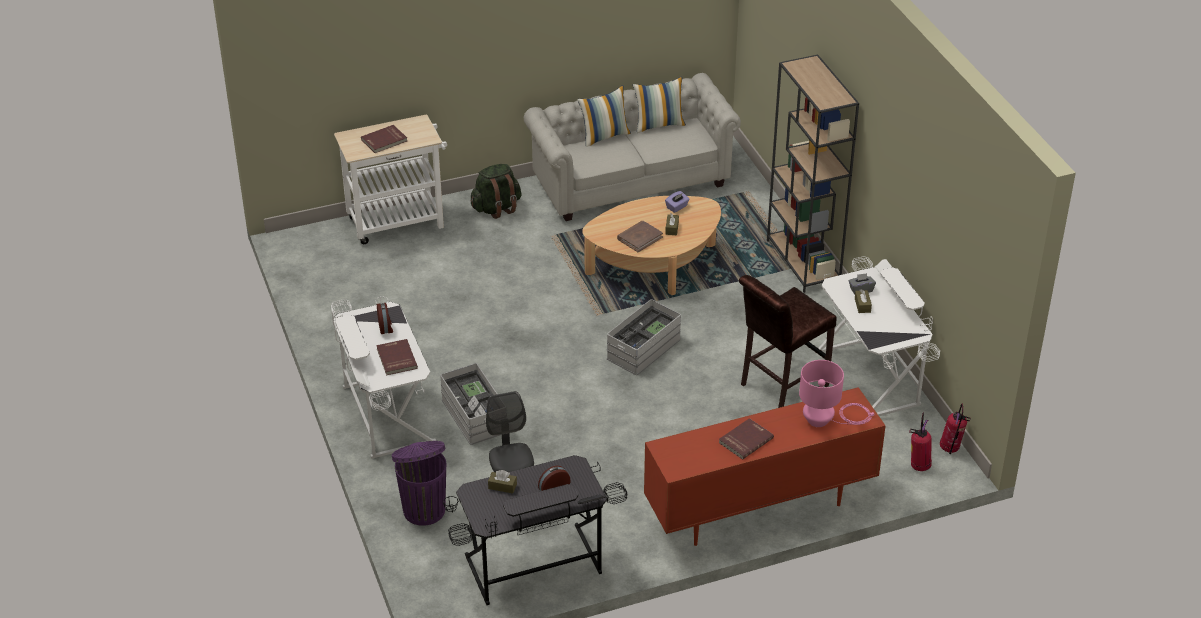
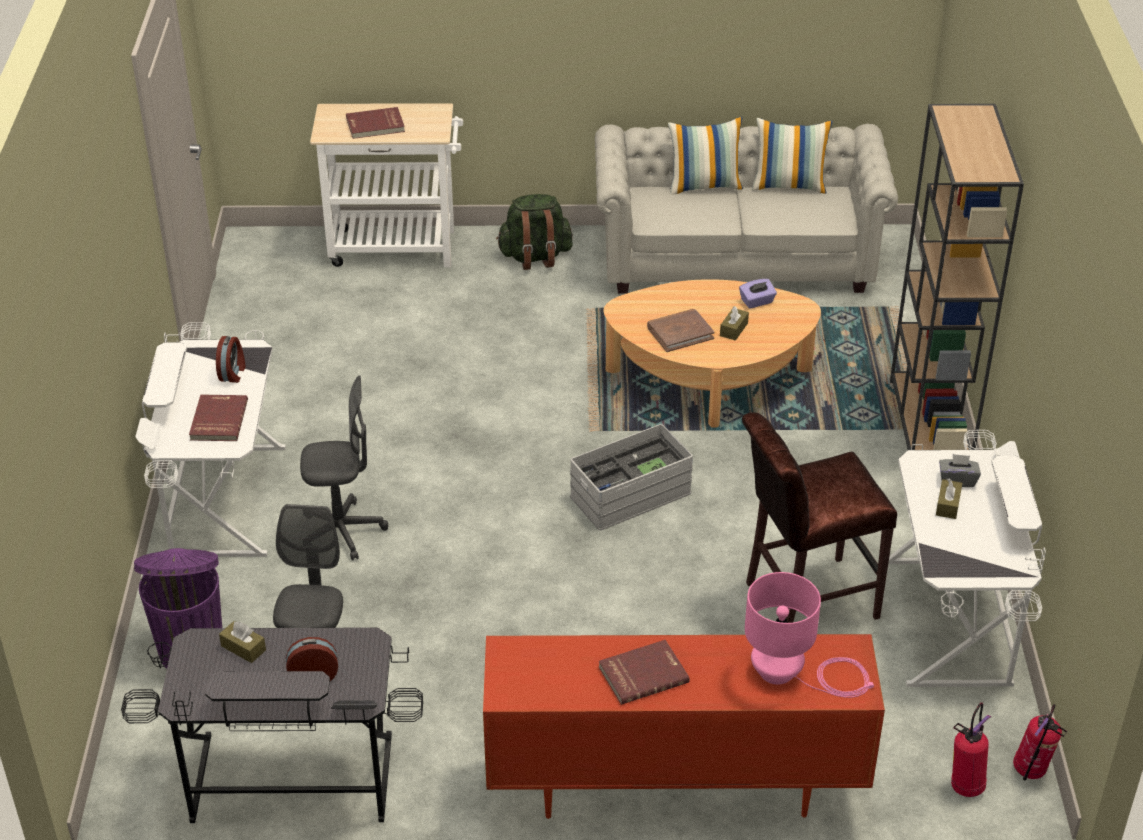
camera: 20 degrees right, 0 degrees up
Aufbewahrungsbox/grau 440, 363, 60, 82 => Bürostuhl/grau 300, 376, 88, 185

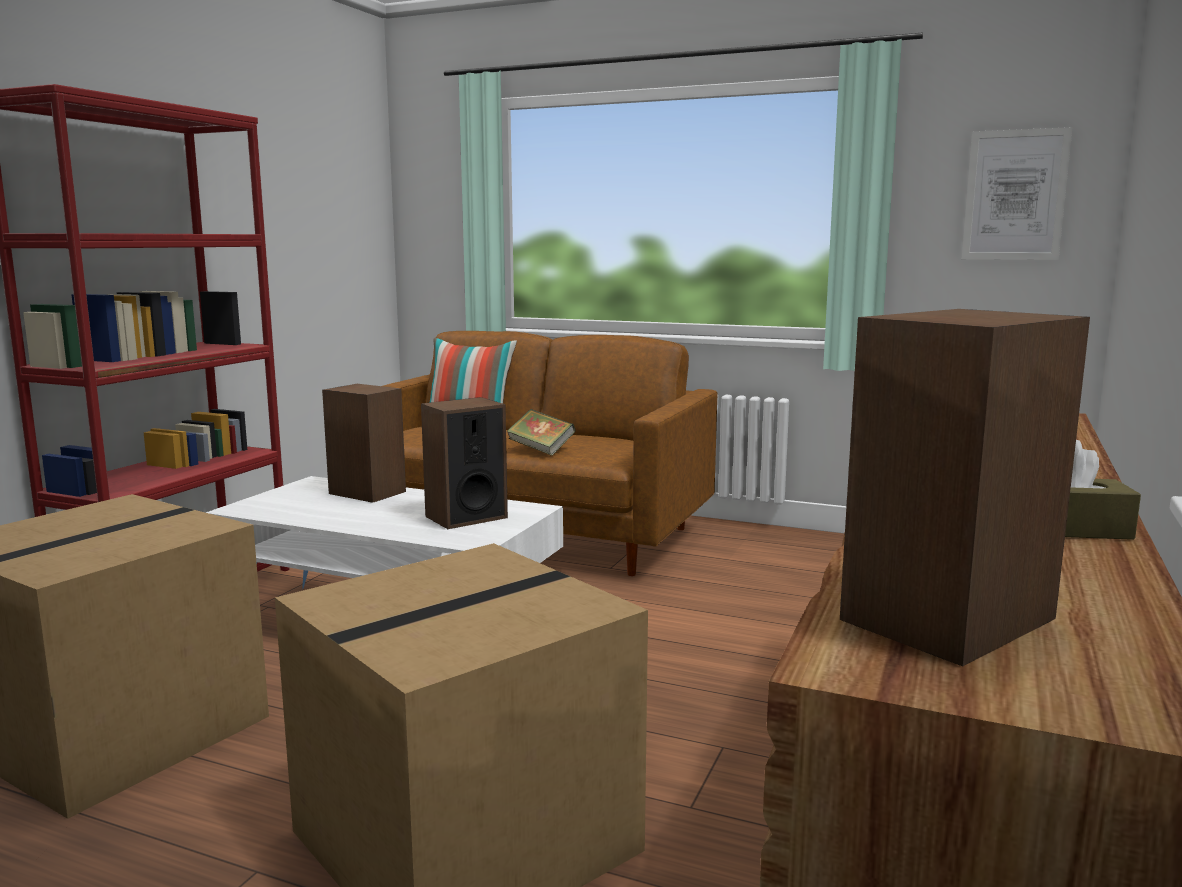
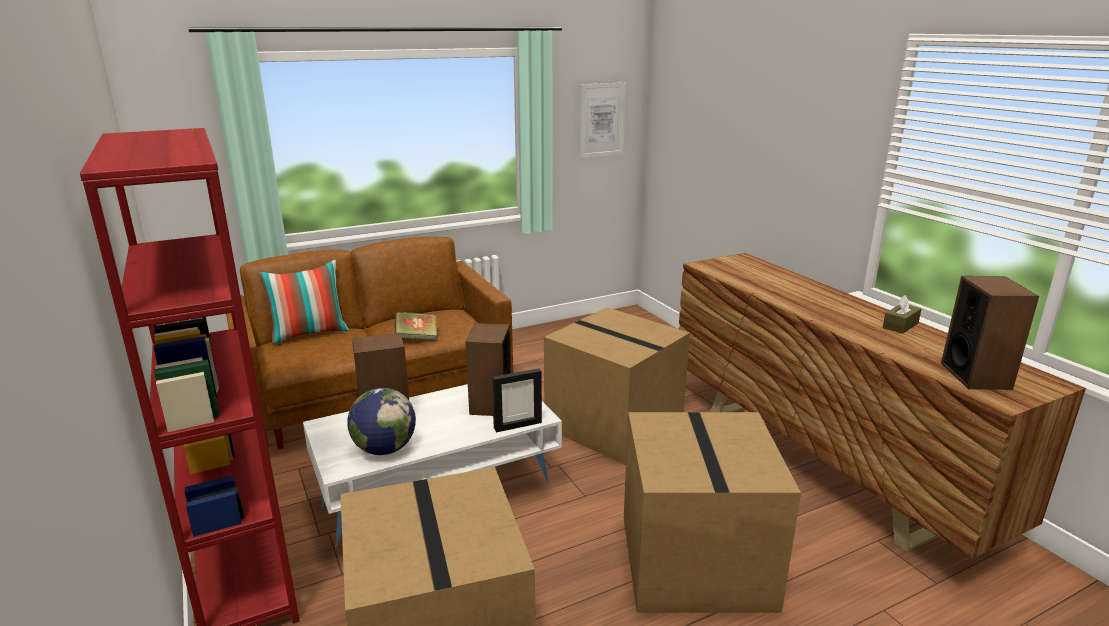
camera: 50 degrees left, 10 degrees up
nothing => Globus 347, 388, 69, 67
nothing => Bilderrahmen 493, 368, 49, 65
nothing => Karton 544, 307, 146, 158

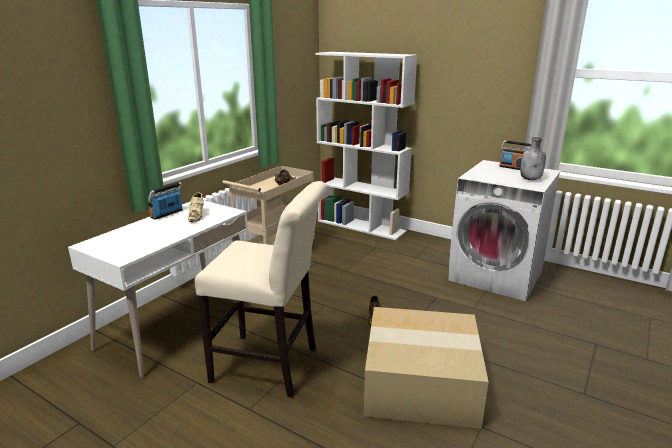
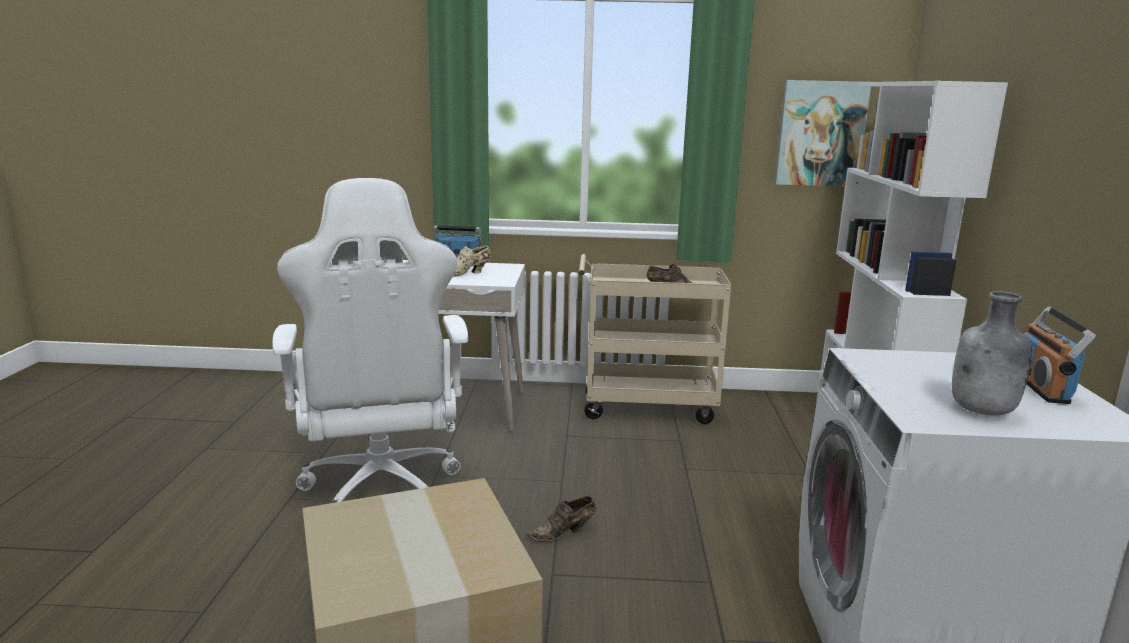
camera: 60 degrees right, 5 degrees down
Hocker/beige 195, 181, 132, 217 => Bürostuhl/weiß 272, 178, 196, 325
nothing => Bild 775, 80, 96, 107

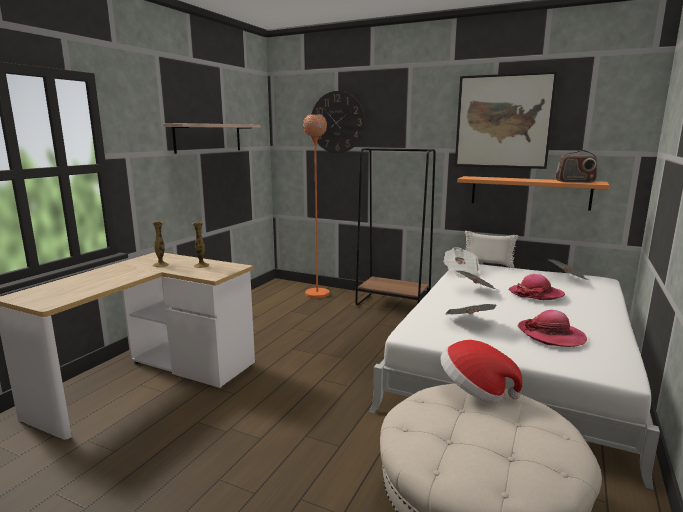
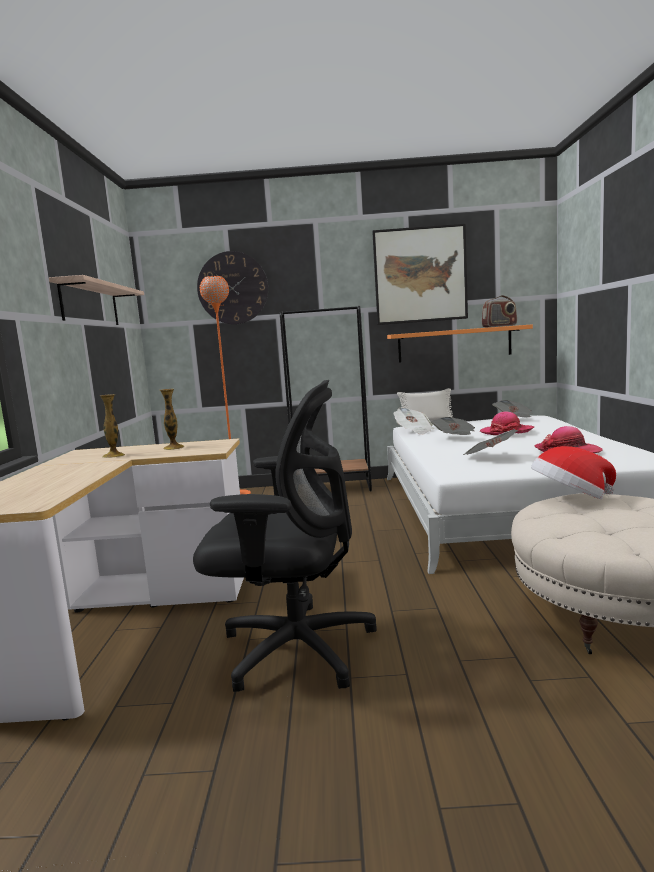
camera: 25 degrees left, 5 degrees down
nothing => Bürostuhl/schwarz 193, 380, 184, 312

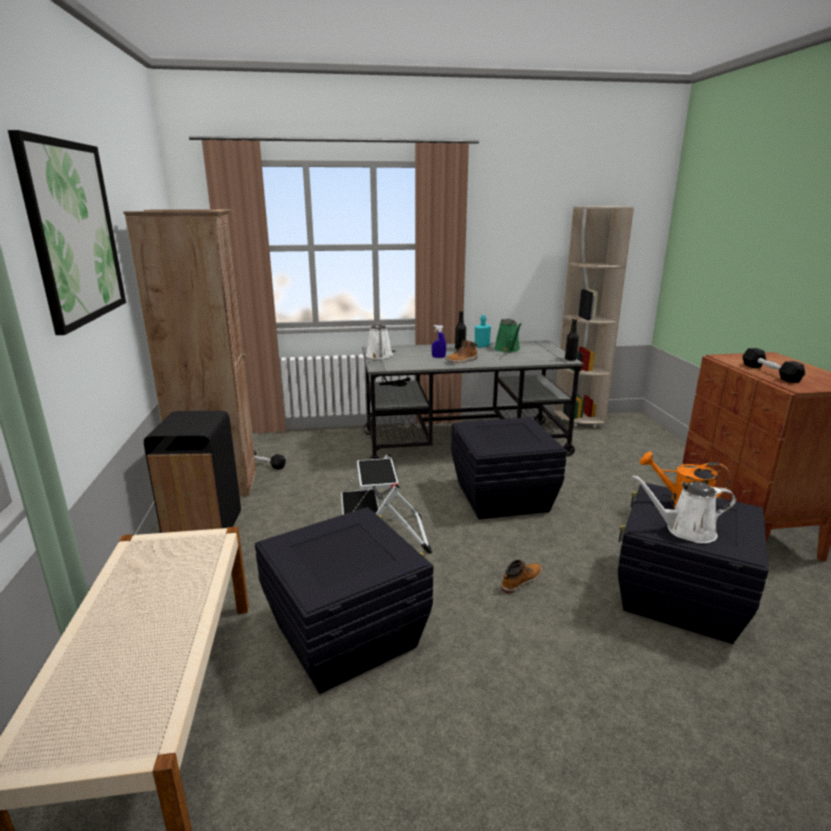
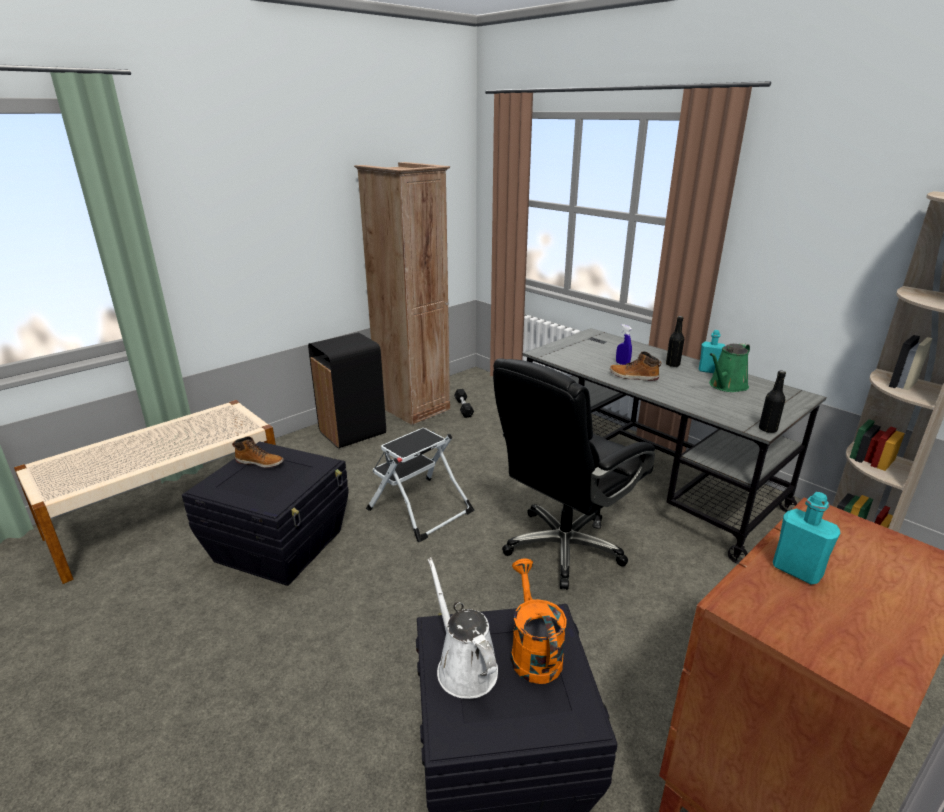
camera: 55 degrees right, 5 degrees up
Stiefel 501, 559, 41, 35 => Stiefel 232, 436, 52, 32, shifted
Aufbewahrungsbox/schwarz 451, 417, 116, 102 => Bürostuhl/schwarz 493, 358, 162, 232
Hantel/schwarz 742, 348, 64, 35 => Flasche/türkis 773, 492, 67, 92
Bild 8, 130, 118, 205 => nothing
Gießkanne/weiß 366, 324, 27, 35 => nothing

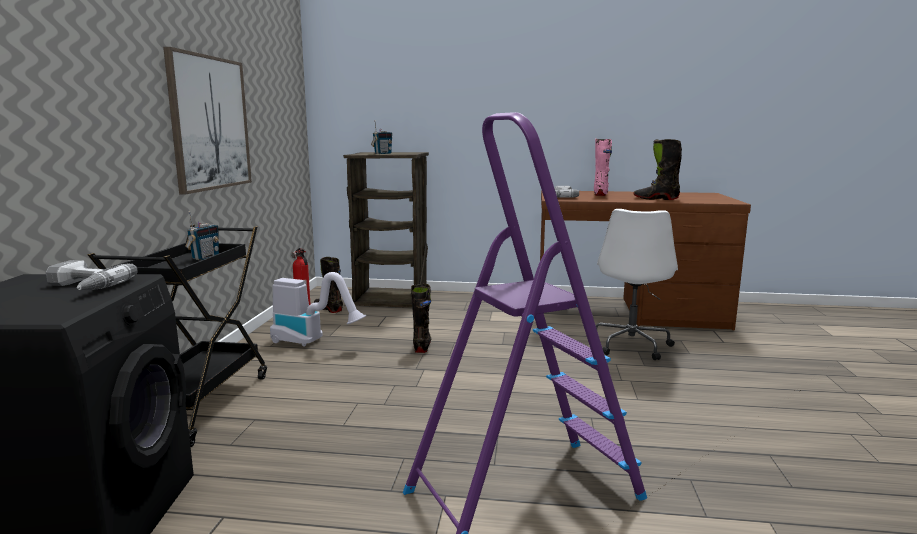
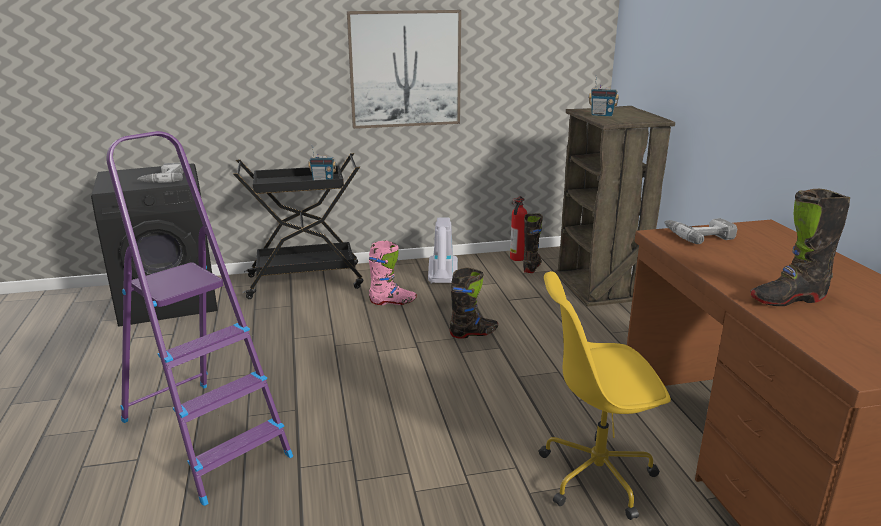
camera: 70 degrees right, 10 degrees up
Stiefel/rosa 594, 138, 18, 58 => Stiefel/rosa 369, 241, 48, 64, shifted
Bürostuhl/weiß 596, 209, 82, 151 => Bürostuhl/gelb 538, 271, 133, 249
Stiefel/schwarz 633, 139, 49, 61 => Stiefel/schwarz 750, 189, 100, 117, 90 degrees counterclockwise

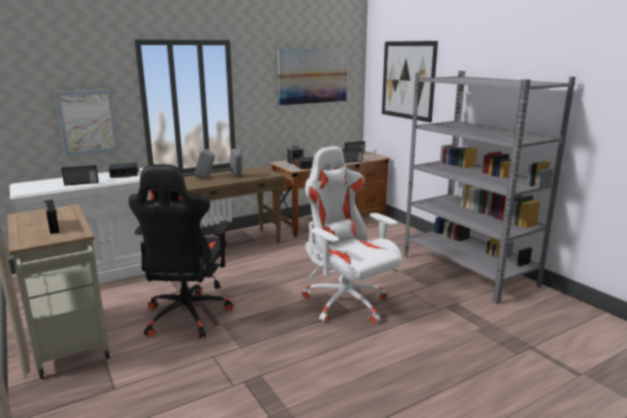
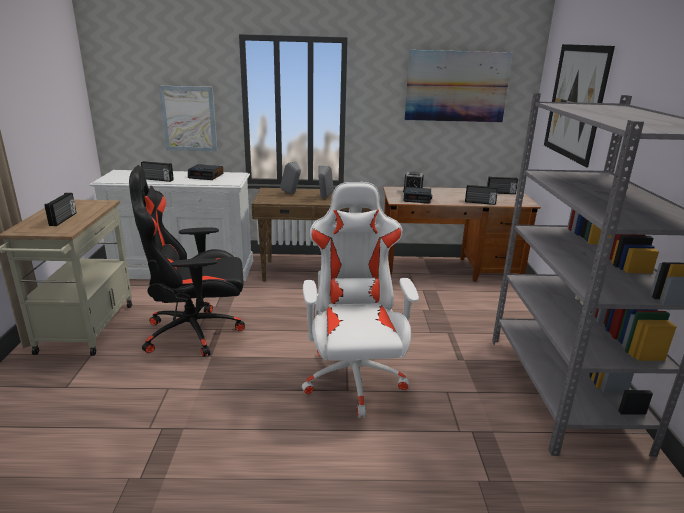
camera: 30 degrees right, 5 degrees up
Bürostuhl/schwarz 129, 164, 104, 175 => Bürostuhl/schwarz 129, 165, 116, 192, 45 degrees clockwise

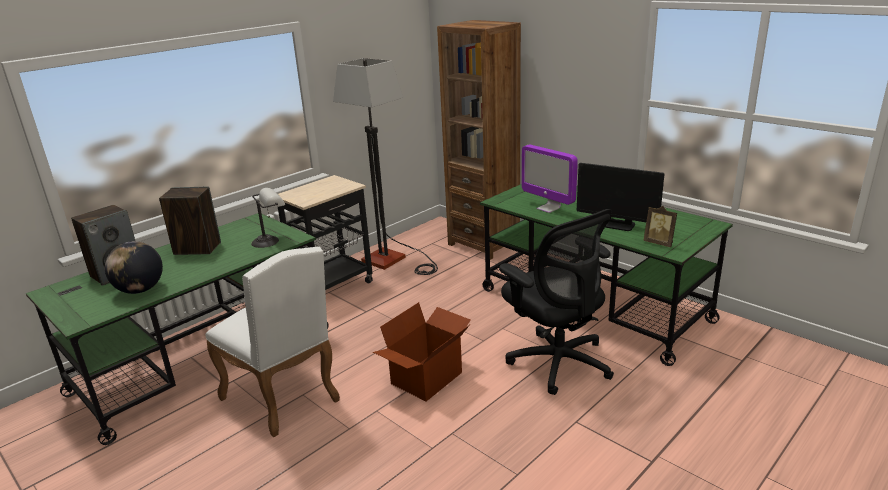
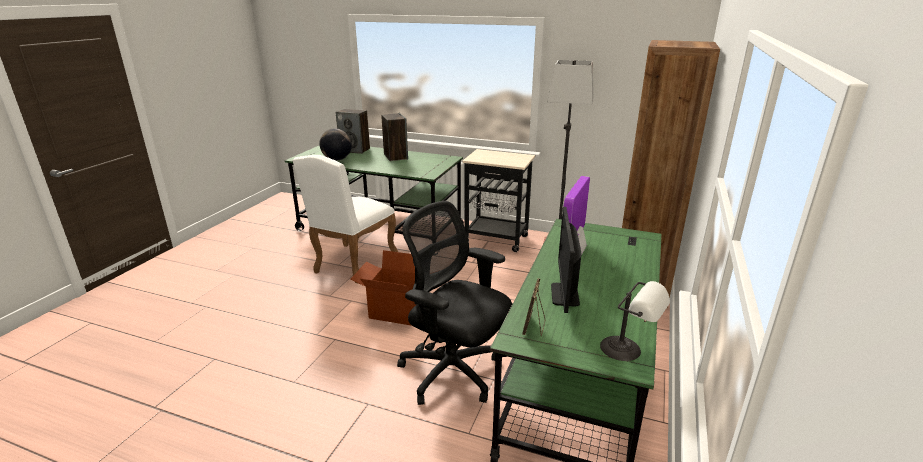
camera: 65 degrees right, 0 degrees up
Bürostuhl/schwarz 499, 209, 115, 186 => Bürostuhl/schwarz 397, 201, 115, 204, 90 degrees clockwise
Tischlampe 251, 188, 34, 60 => Tischlampe 600, 281, 70, 80, shifted

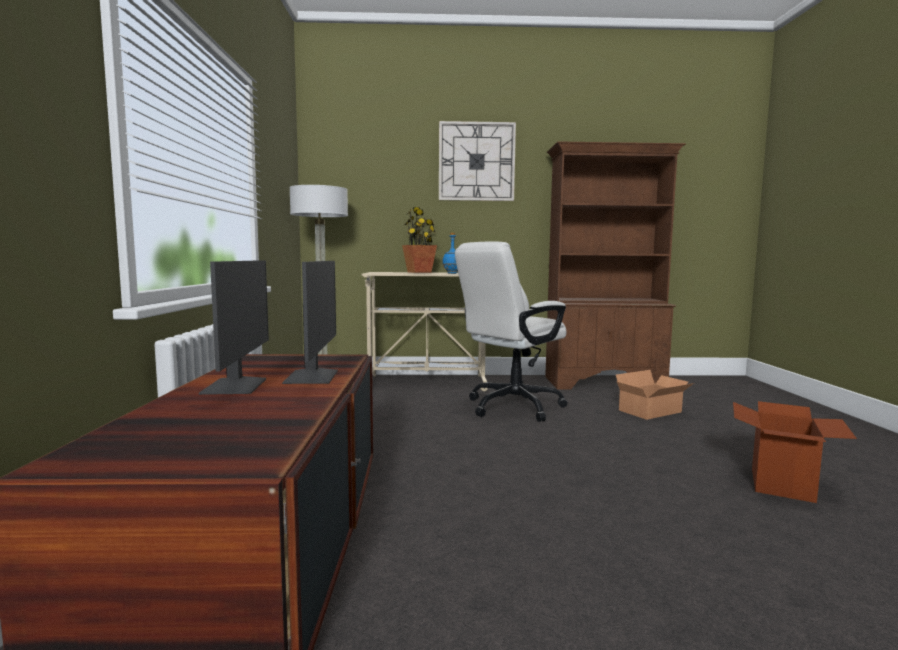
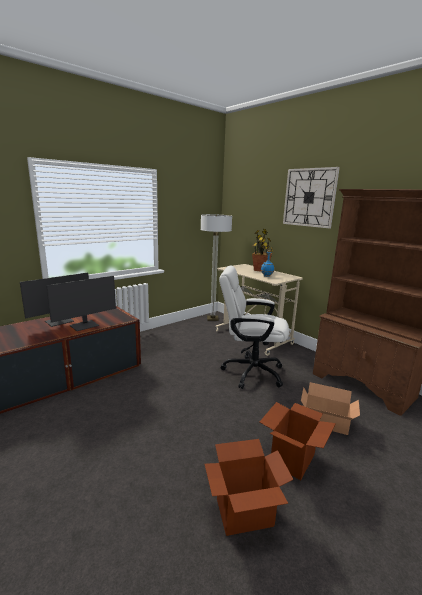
camera: 50 degrees right, 10 degrees up
nothing => Karton 260, 402, 76, 78

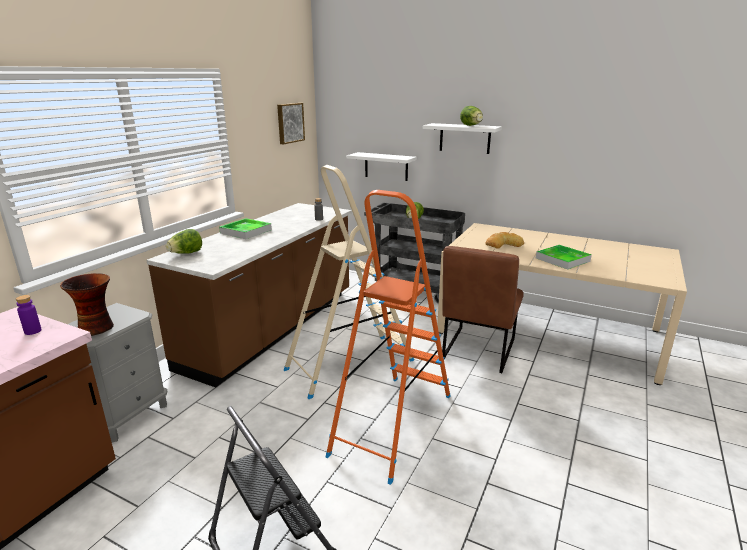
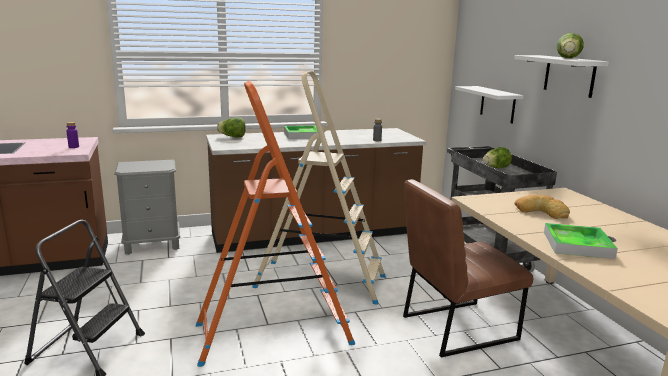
camera: 45 degrees right, 5 degrees down
Vase 60, 273, 54, 63 => nothing
Bild 277, 103, 28, 41 => nothing

